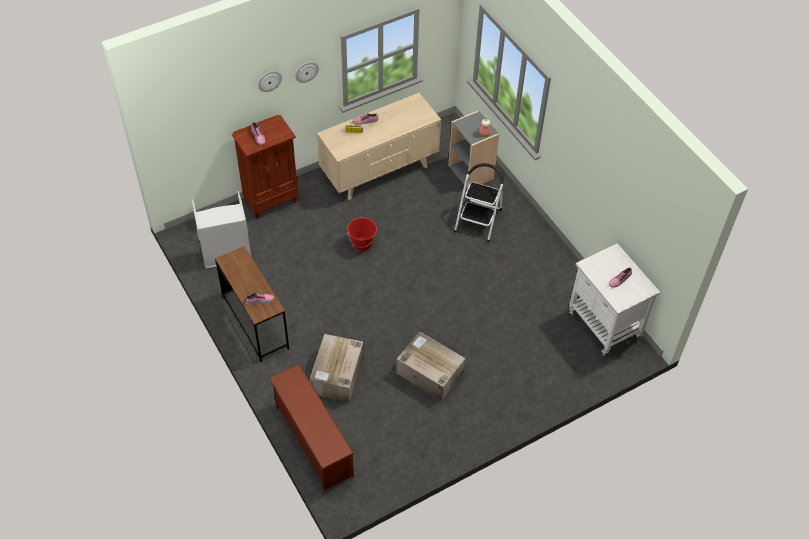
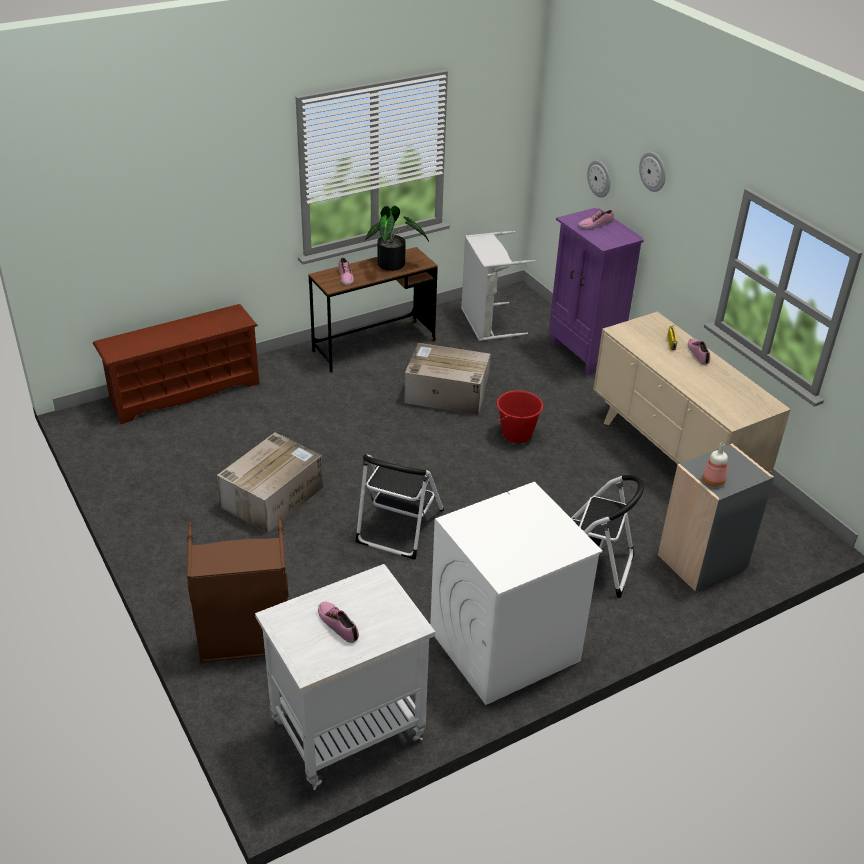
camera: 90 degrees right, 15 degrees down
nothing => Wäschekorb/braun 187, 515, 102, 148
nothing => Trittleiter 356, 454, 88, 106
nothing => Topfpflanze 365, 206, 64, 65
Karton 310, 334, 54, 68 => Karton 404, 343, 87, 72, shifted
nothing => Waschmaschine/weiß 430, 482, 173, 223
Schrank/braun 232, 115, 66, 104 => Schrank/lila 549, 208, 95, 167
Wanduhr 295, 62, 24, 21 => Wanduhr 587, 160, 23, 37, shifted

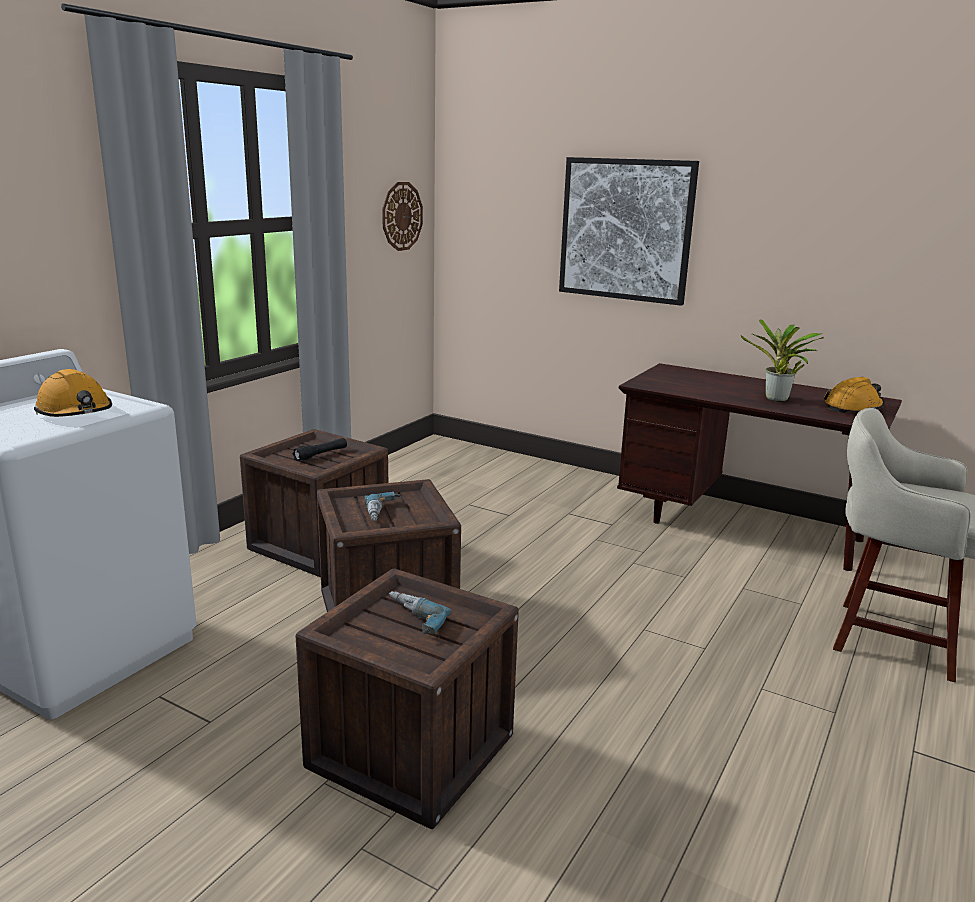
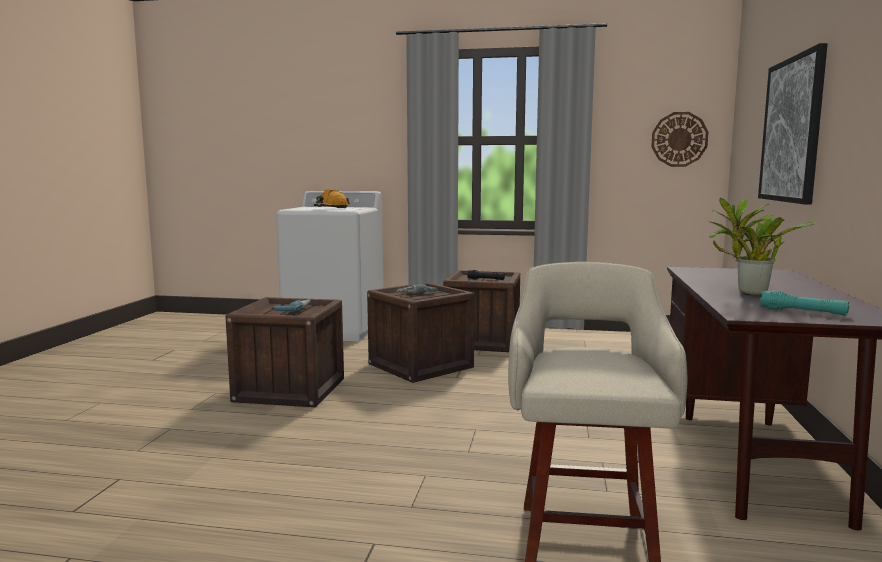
camera: 70 degrees right, 10 degrees down
Schutzhelm/orange 824, 377, 60, 36 => Taschenlampe/türkis 760, 290, 89, 25

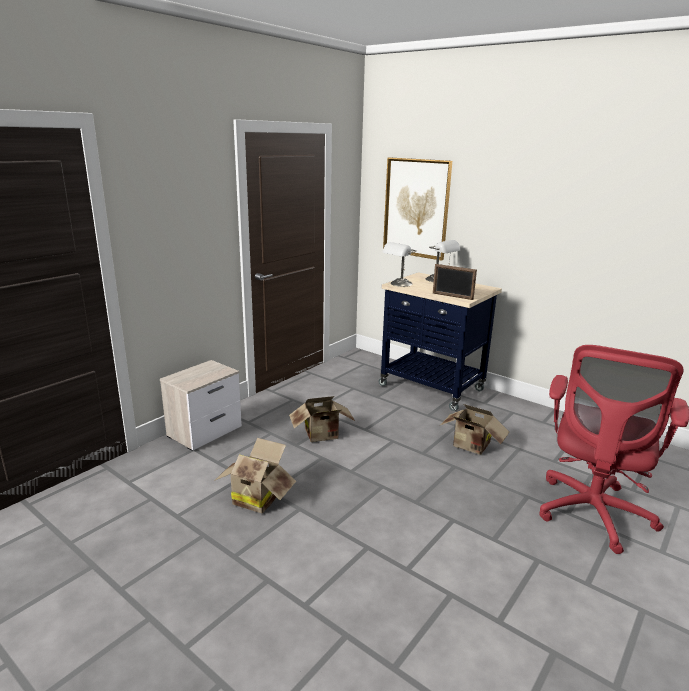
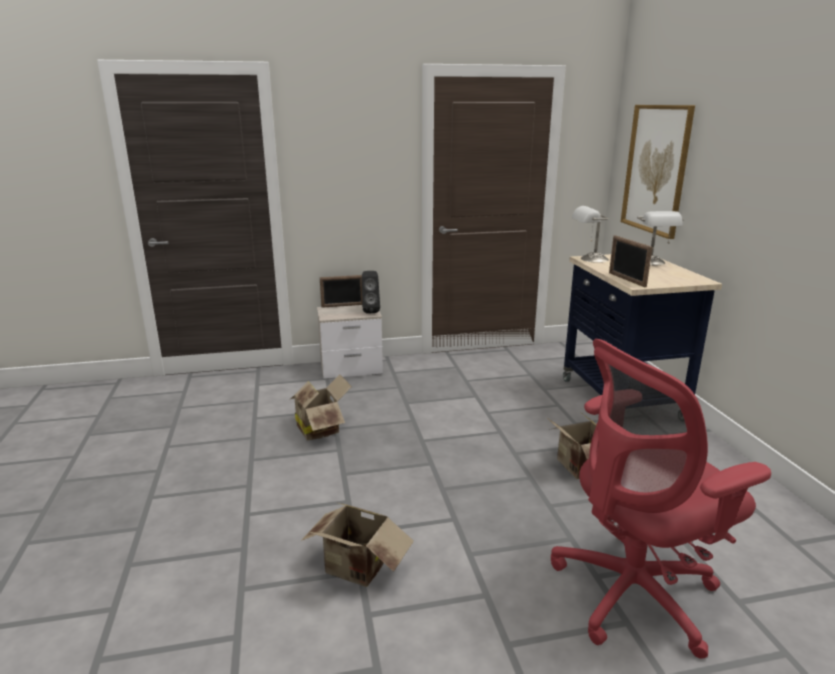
camera: 40 degrees right, 0 degrees up
Karton 289, 396, 66, 46 => Karton 301, 503, 113, 84, shifted
nothing => Bilderrahmen 320, 275, 42, 33
nothing => Lautsprecher/schwarz 362, 271, 18, 42

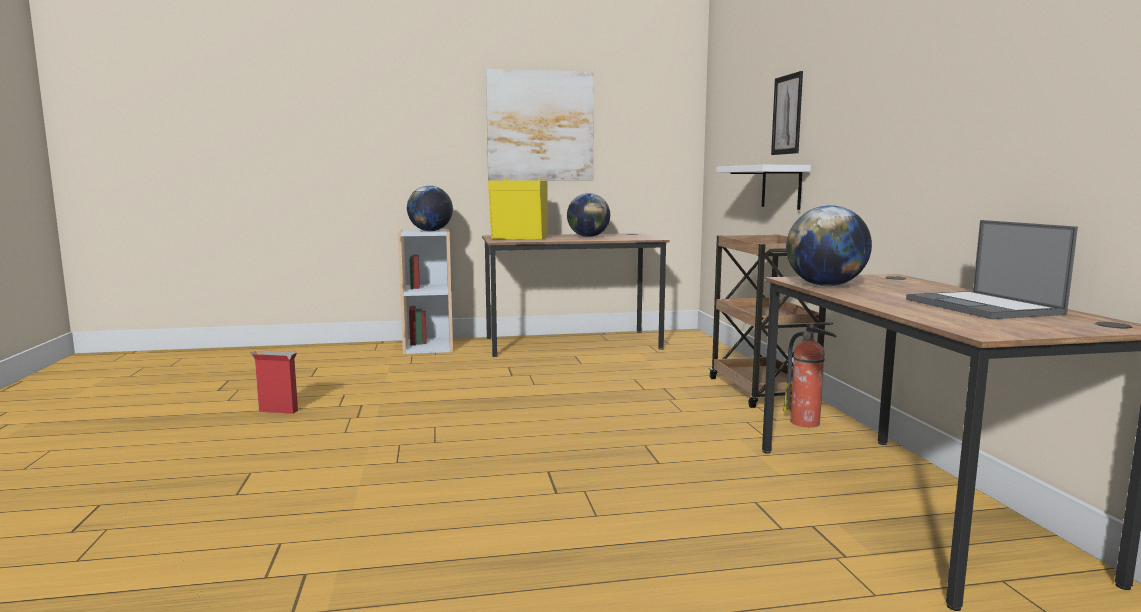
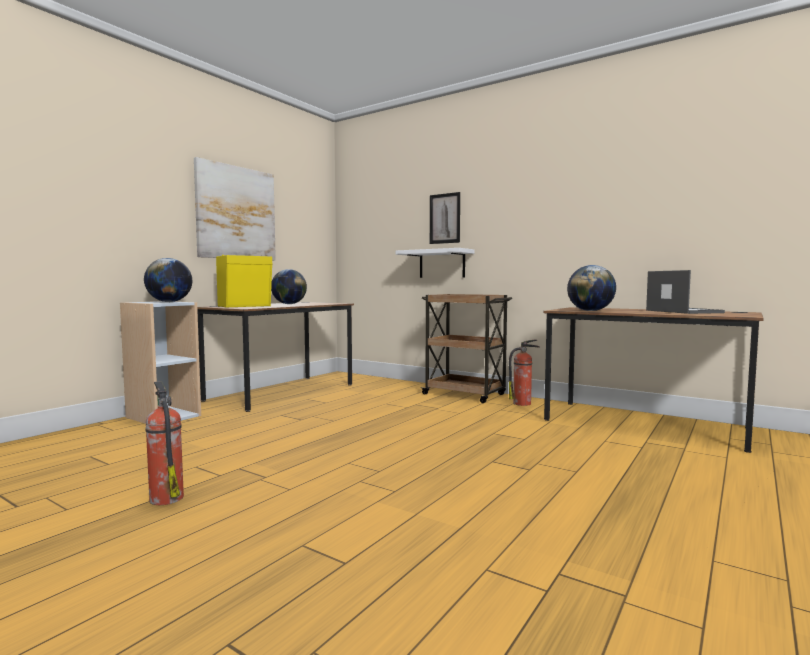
camera: 45 degrees left, 5 degrees down
Karton 250, 350, 48, 64 => Feuerlöscher 145, 381, 39, 124
Laptop 906, 220, 172, 99 => Laptop 646, 270, 79, 44, 135 degrees counterclockwise

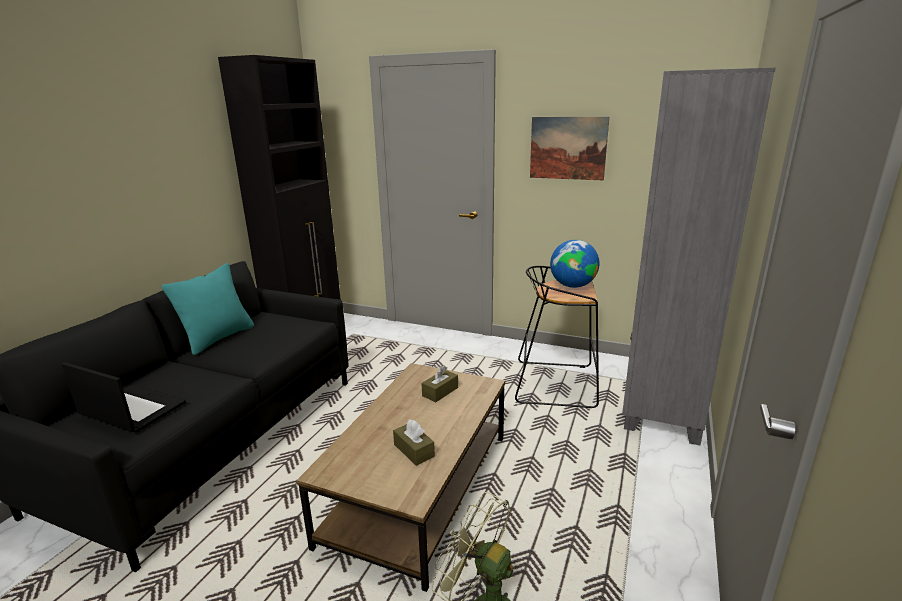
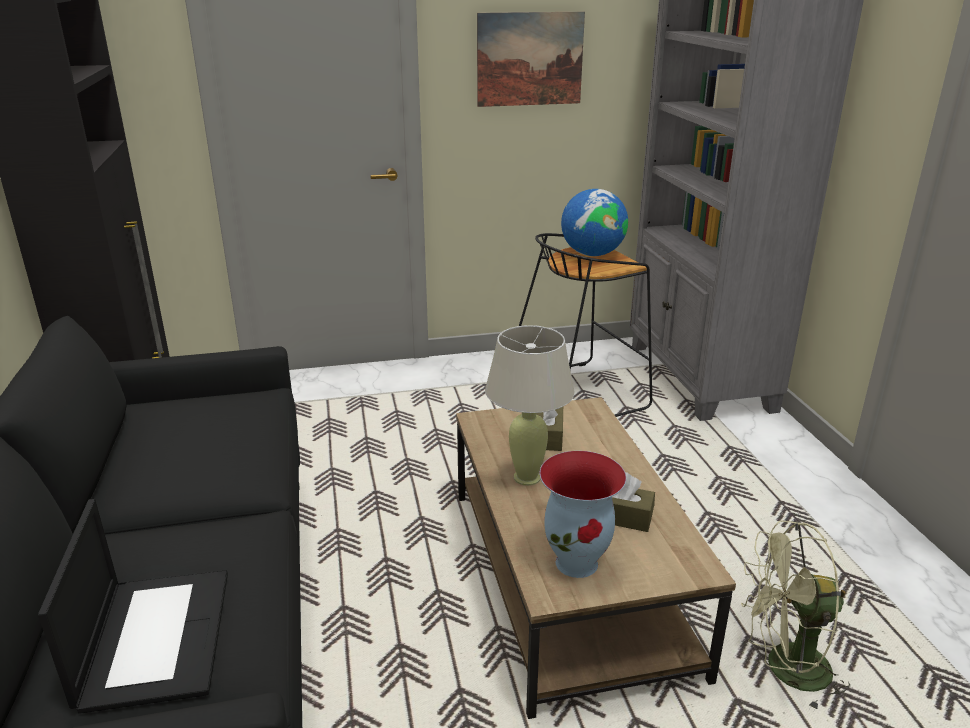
camera: 35 degrees left, 5 degrees up
Laptop 61, 362, 125, 71 => Laptop 38, 499, 190, 215, 90 degrees clockwise
nothing => Tischlampe/beige 485, 325, 90, 161
nothing => Vase 540, 451, 86, 127
Kissen/türkis 162, 263, 92, 92 => nothing

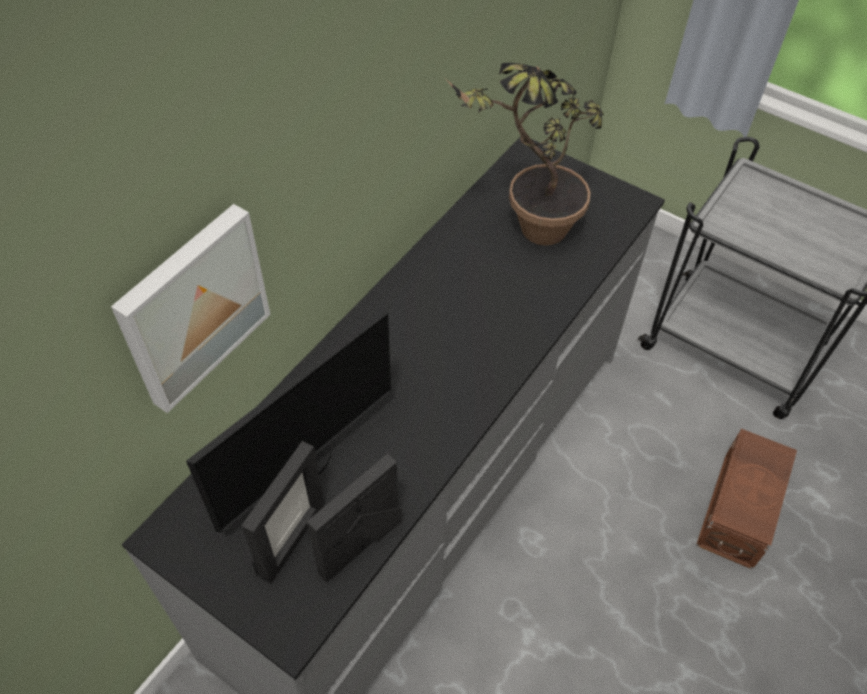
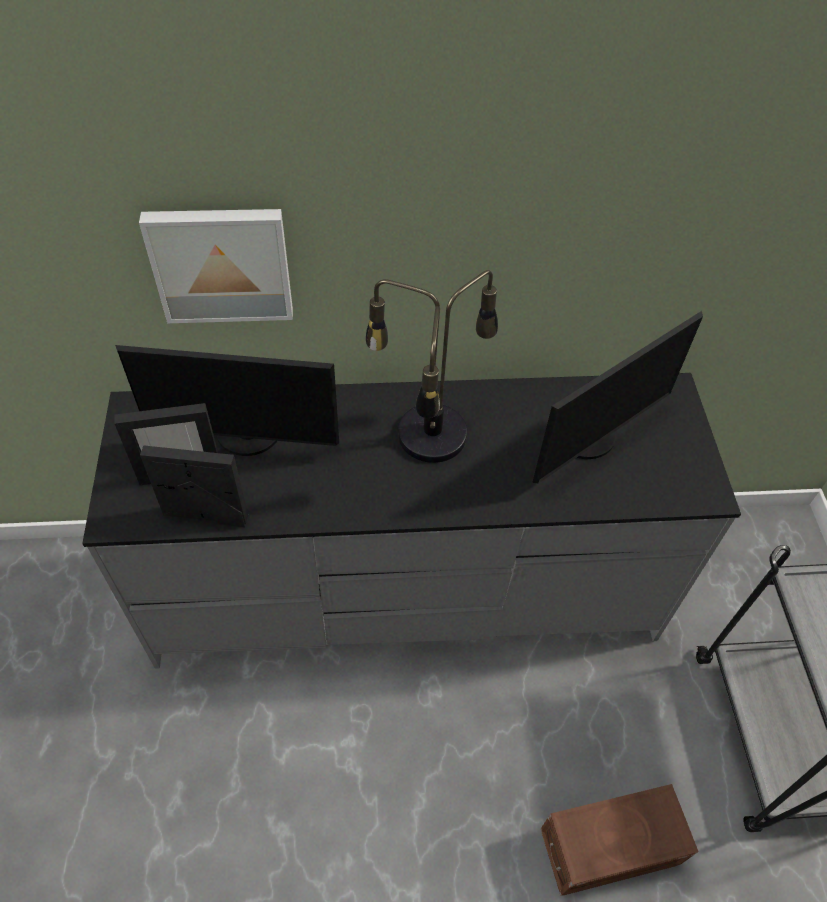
camera: 50 degrees right, 0 degrees up
nothing => Tischlampe 366, 270, 132, 193
Topfpflanze 446, 63, 158, 183 => Monitor 532, 311, 171, 173

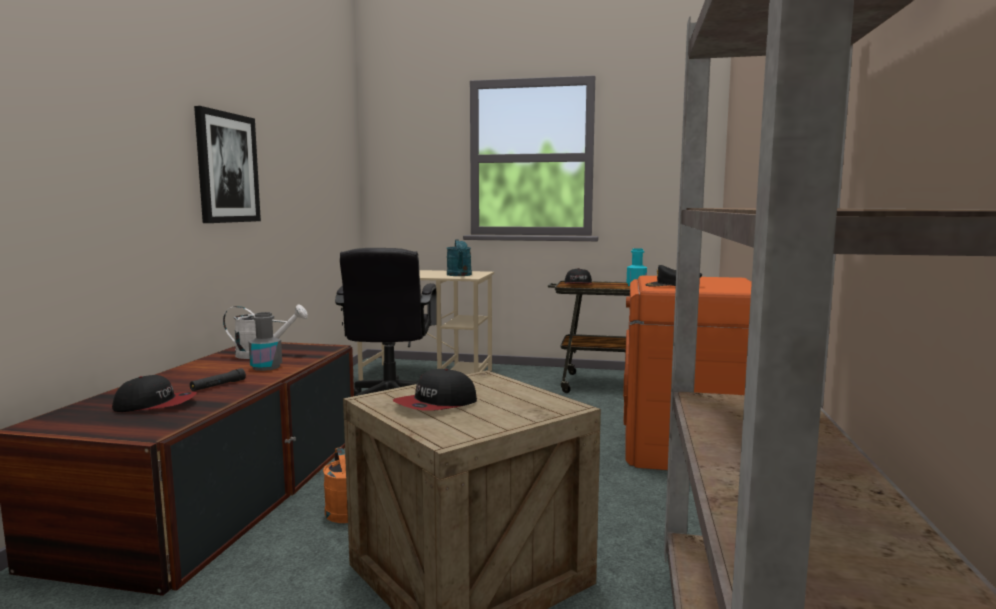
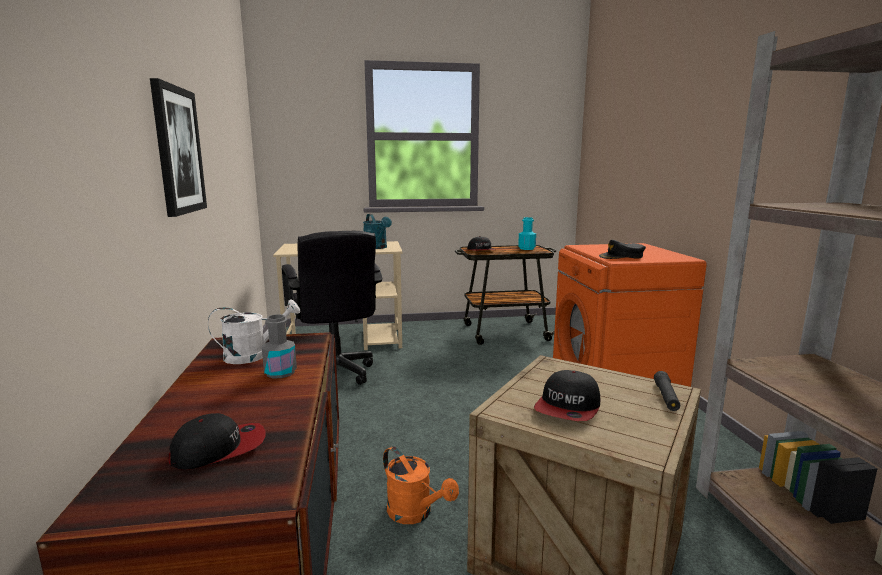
camera: 20 degrees left, 5 degrees up
Taschenlampe/schwarz 190, 368, 56, 23 => Taschenlampe/schwarz 654, 371, 26, 40, shifted

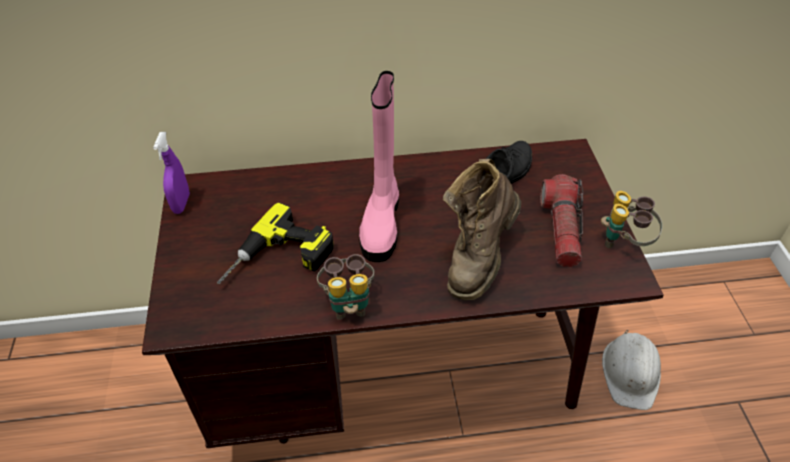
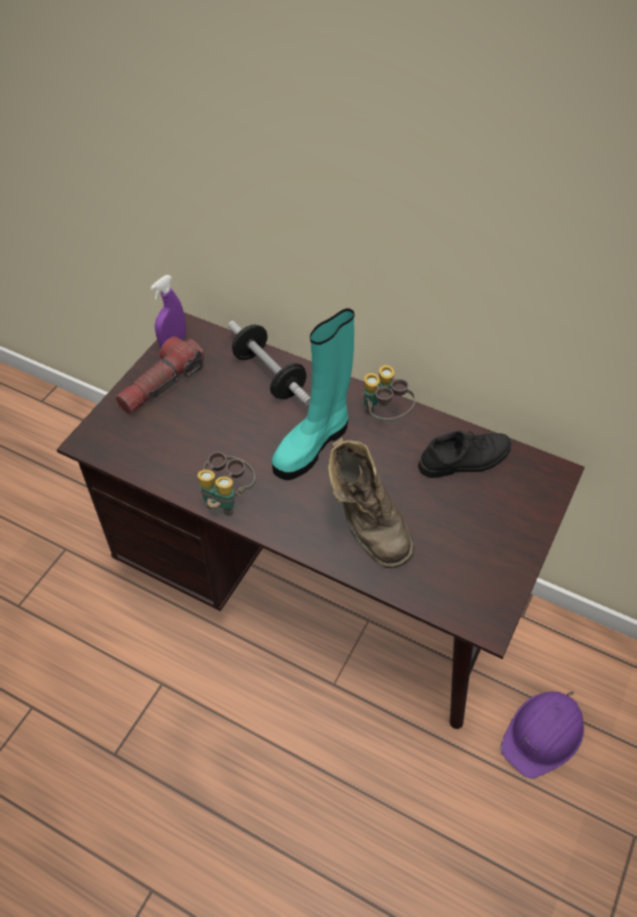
camera: 35 degrees right, 5 degrees up
Taschenlampe 540, 174, 43, 93 => Taschenlampe 116, 337, 89, 77, shifted
nothing => Hantel 228, 321, 83, 85
Stiefel/rosa 359, 71, 40, 191 => Stiefel/türkis 272, 308, 82, 172
Stiefel/braun 443, 159, 78, 141 => Stiefel/braun 328, 437, 87, 131, 90 degrees counterclockwise
Fernglas 601, 191, 61, 57 => Fernglas 364, 365, 51, 57, shifted
Schutzhelm/weiß 602, 329, 59, 81 => Schutzhelm/lila 500, 692, 84, 87
Bohrmaschine 217, 203, 117, 81 => nothing

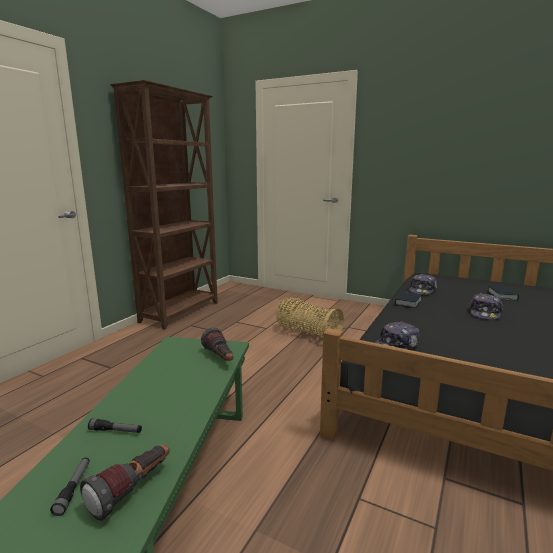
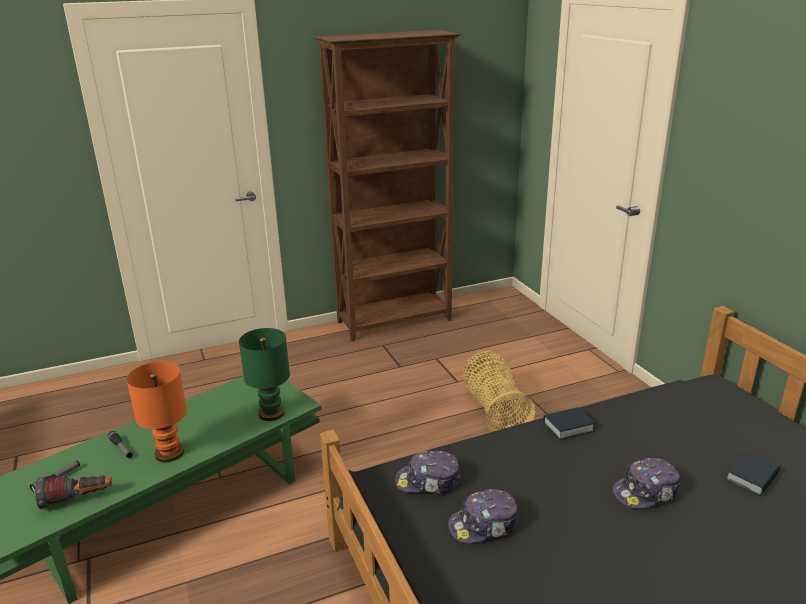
camera: 40 degrees right, 10 degrees up
nothing => Tischlampe/orange 127, 362, 60, 101
Taschenlampe 201, 328, 32, 33 => Tischlampe/grün 239, 328, 51, 93
Kappe 409, 274, 28, 21 => Kappe 448, 489, 70, 54, shifted

